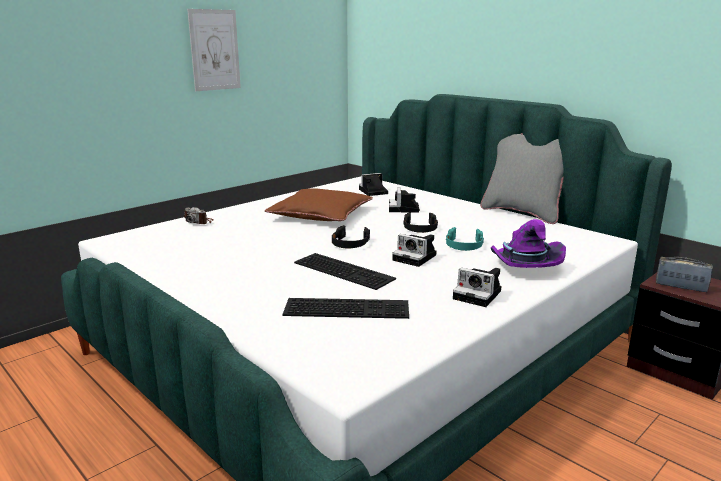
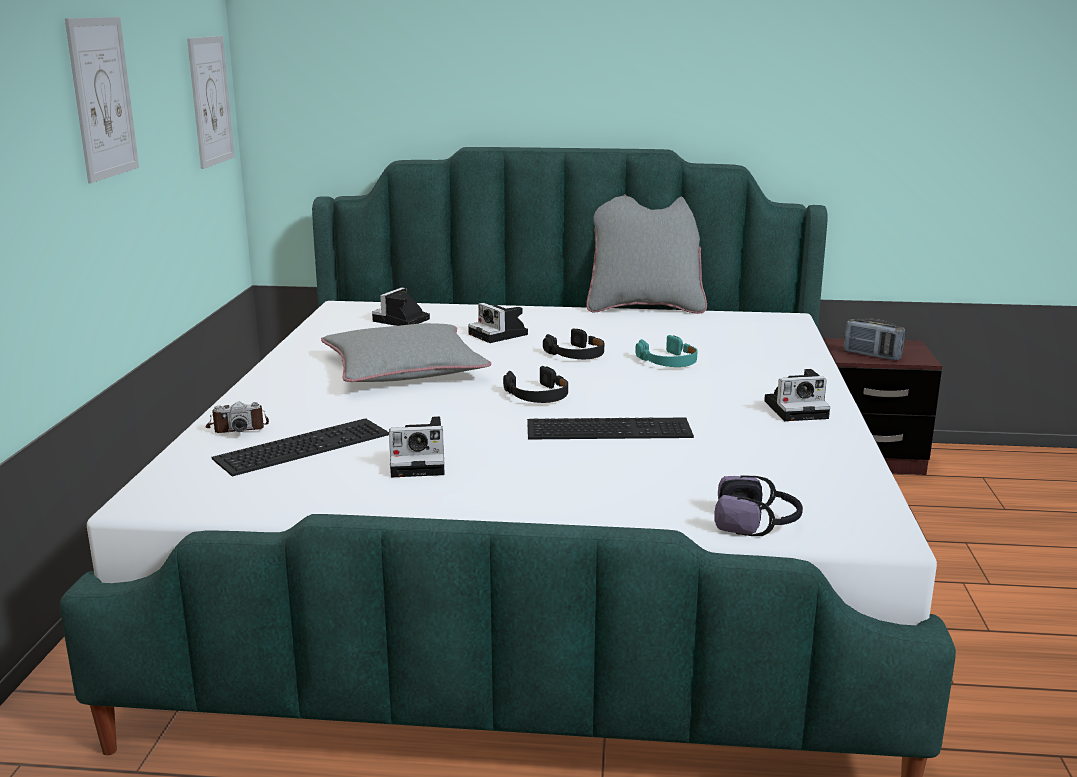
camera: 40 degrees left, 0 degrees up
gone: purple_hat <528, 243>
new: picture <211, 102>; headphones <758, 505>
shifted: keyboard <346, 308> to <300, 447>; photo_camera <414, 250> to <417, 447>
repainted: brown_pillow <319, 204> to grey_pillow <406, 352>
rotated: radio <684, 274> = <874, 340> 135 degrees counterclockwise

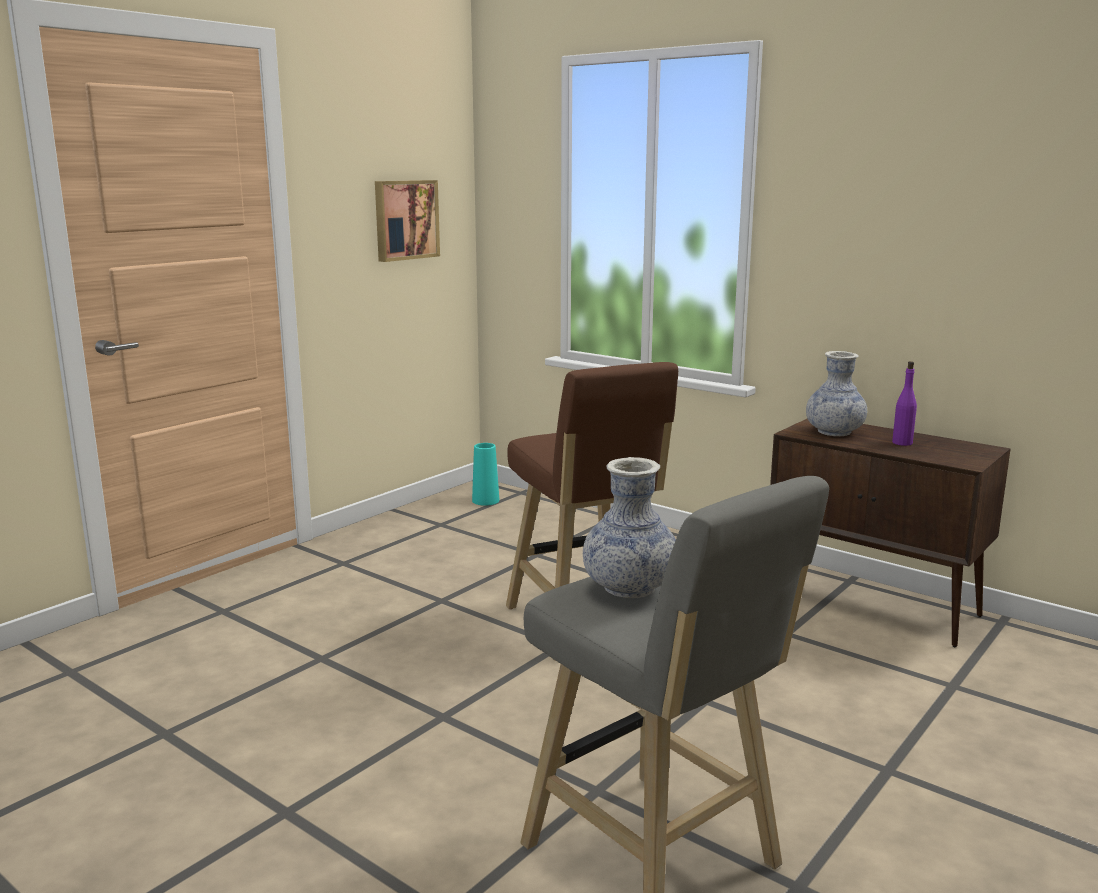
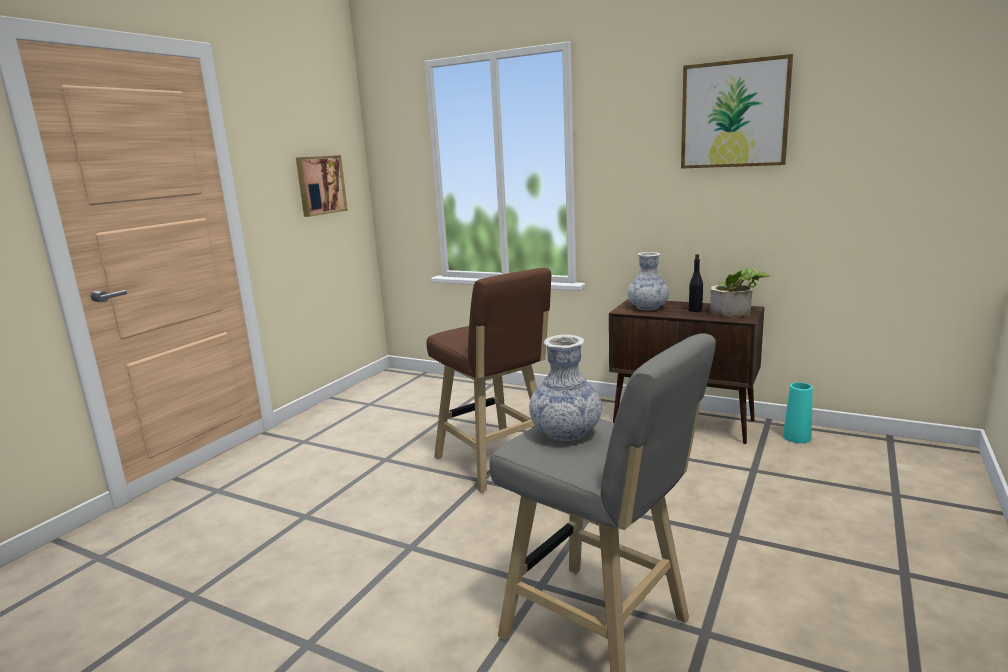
camera: 10 degrees left, 0 degrees up
new: picture <737, 111>; potted_plant <740, 292>
shifted: turquoise_vase <485, 474> to <798, 412>
repainted: purple_bottle <904, 403> to black_bottle <696, 283>

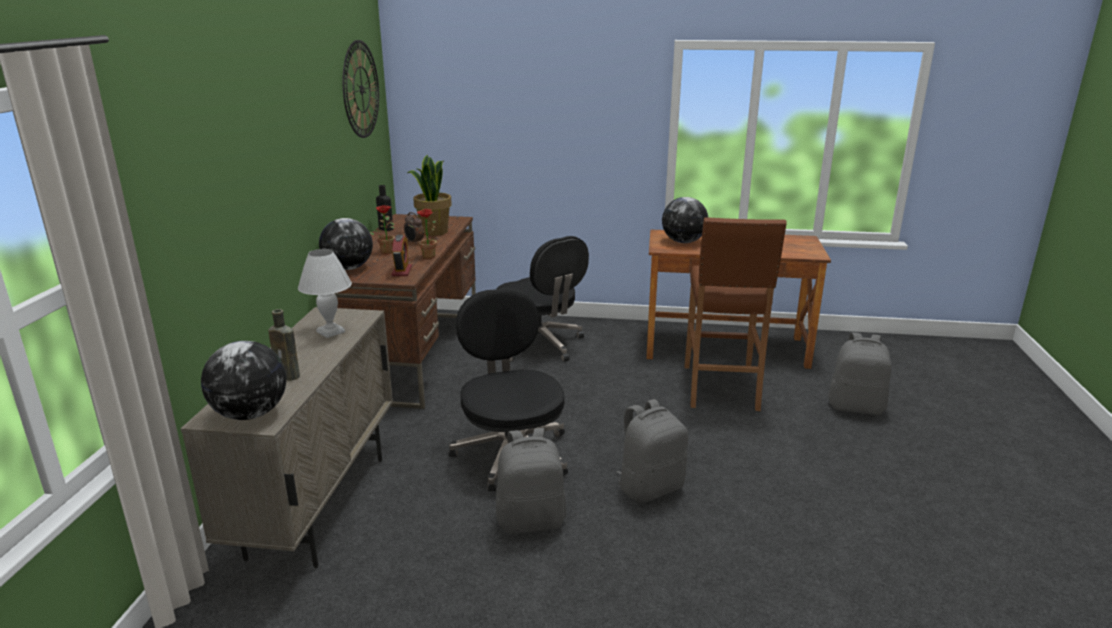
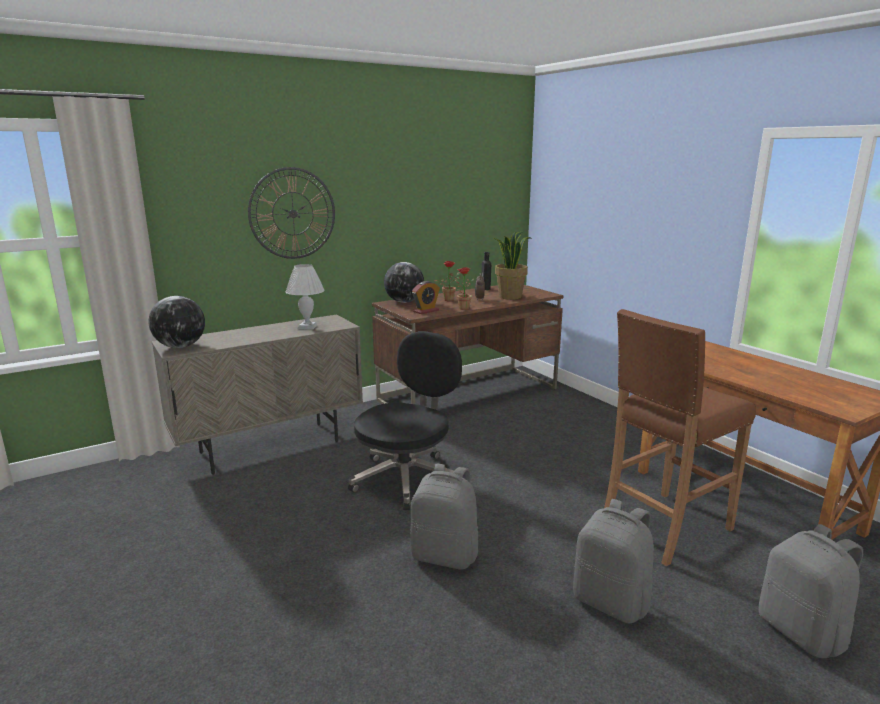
camera: 50 degrees right, 5 degrees down
gone: brown_bottle <284, 345>; black_office_chair <543, 299>; globe <685, 220>
shifted: wall_clock <361, 89> to <291, 213>; grey_backpack <531, 481> to <613, 561>

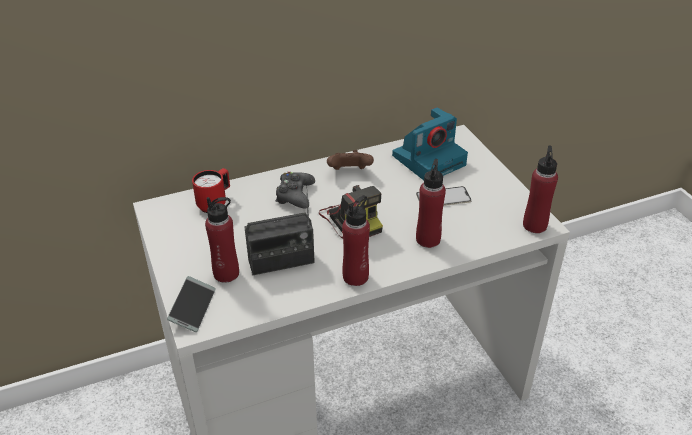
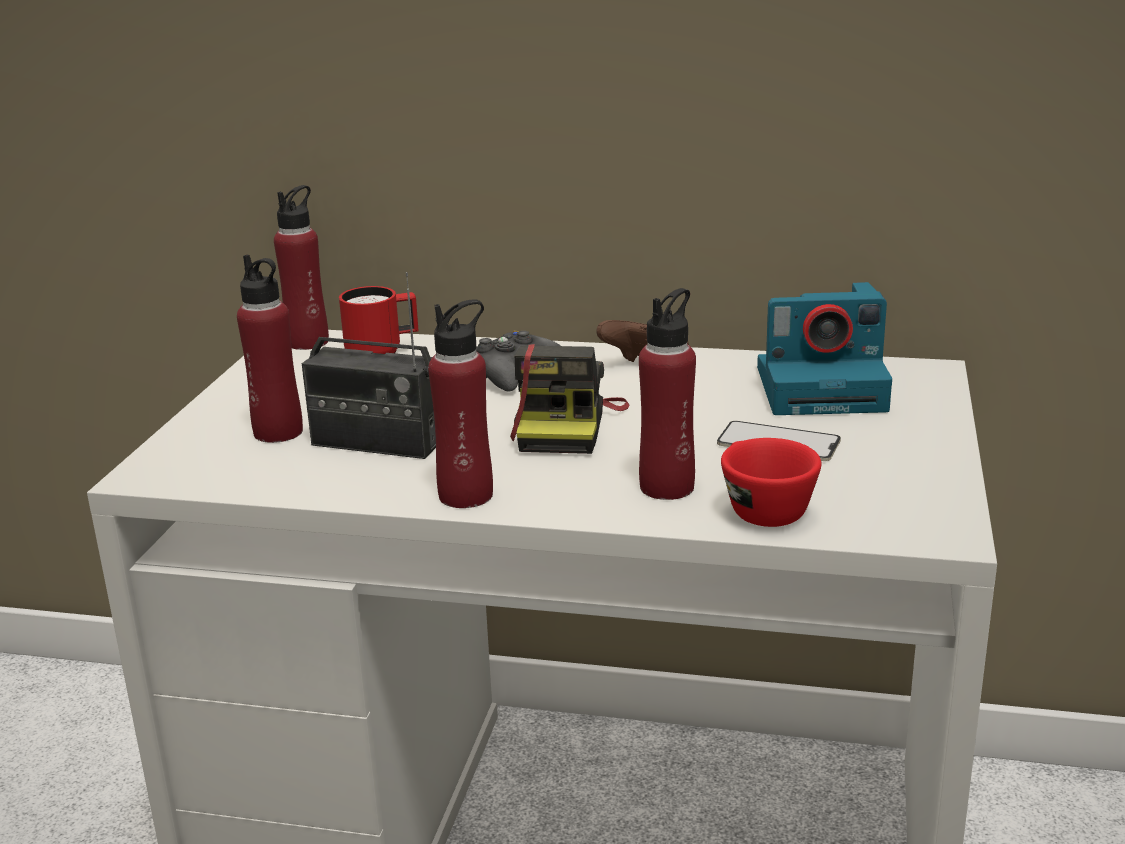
camera: 35 degrees right, 15 degrees down
gone: phone <191, 304>
new: red_cup <771, 482>
shifted: red_bottle <540, 189> to <301, 267>

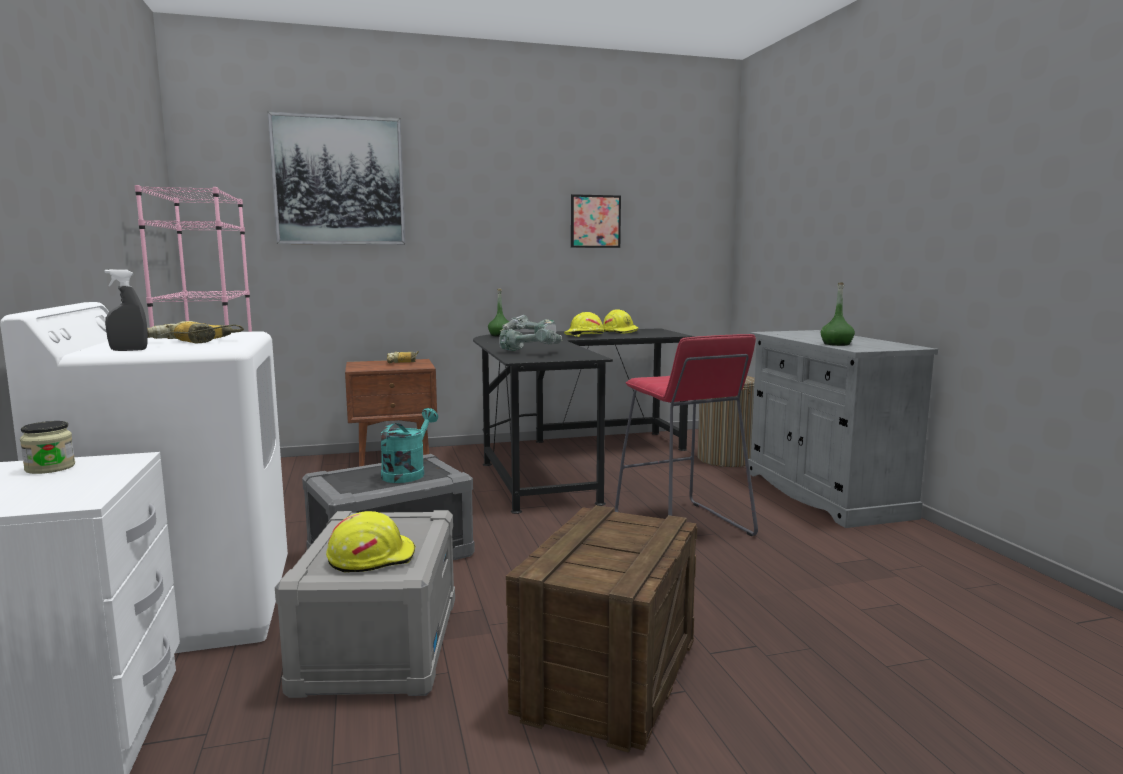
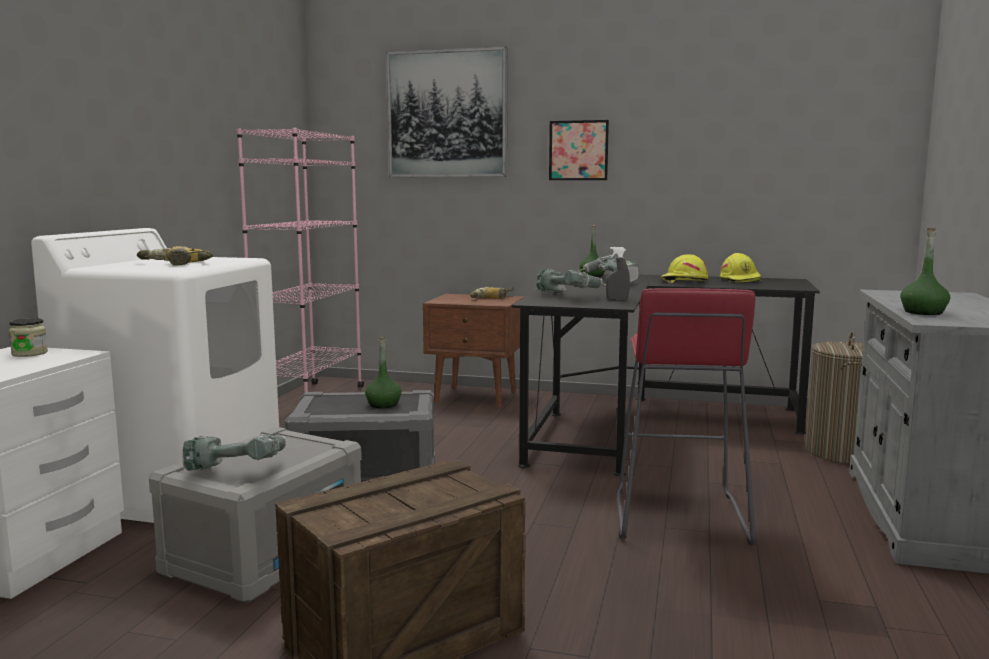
camera: 30 degrees right, 0 degrees up
shifted: grey_spray_bottle <126, 310> to <618, 273>; picture <596, 221> to <579, 150>
swapped: yellow_hard_hat <371, 541> to power_drill <234, 452>; turquoise_watering_can <409, 445> to green_bottle <383, 372>

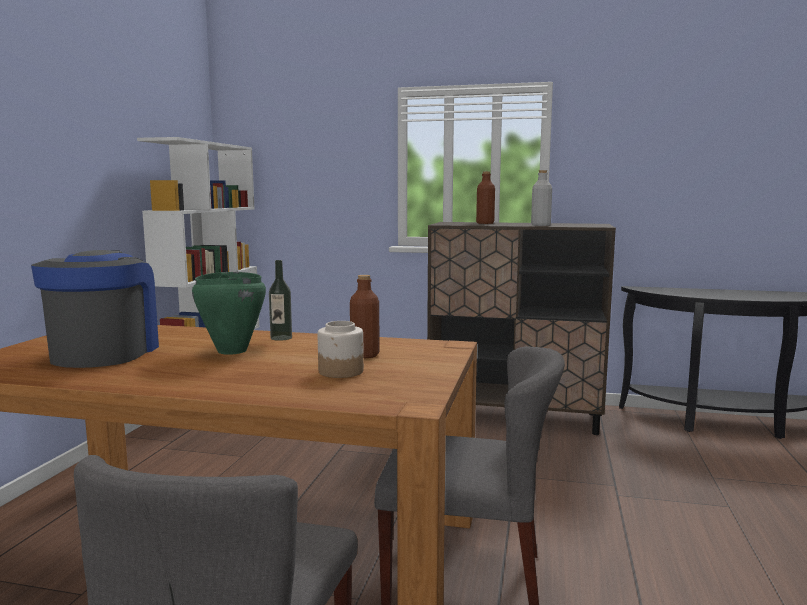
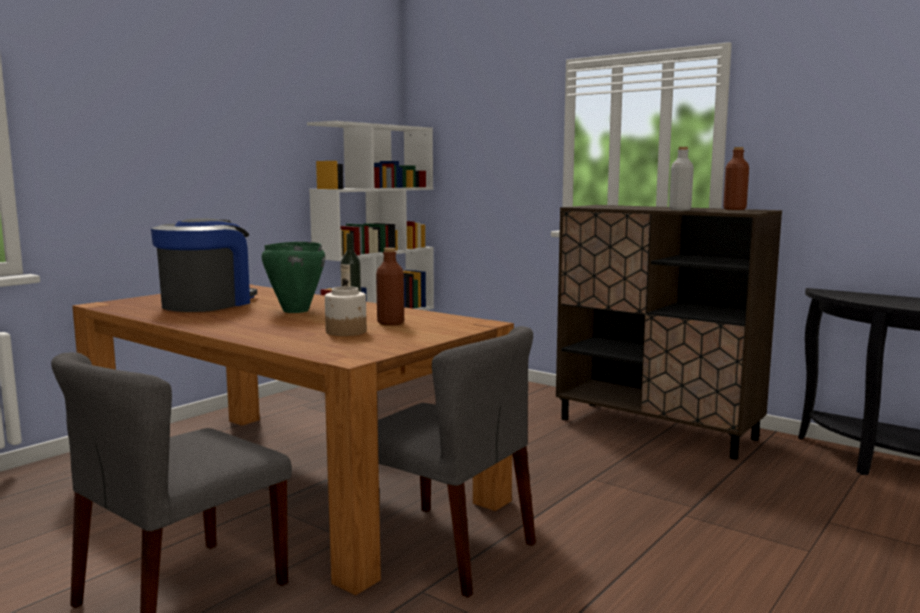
camera: 25 degrees right, 0 degrees up
shifted: brown_bottle <485, 197> to <736, 178>

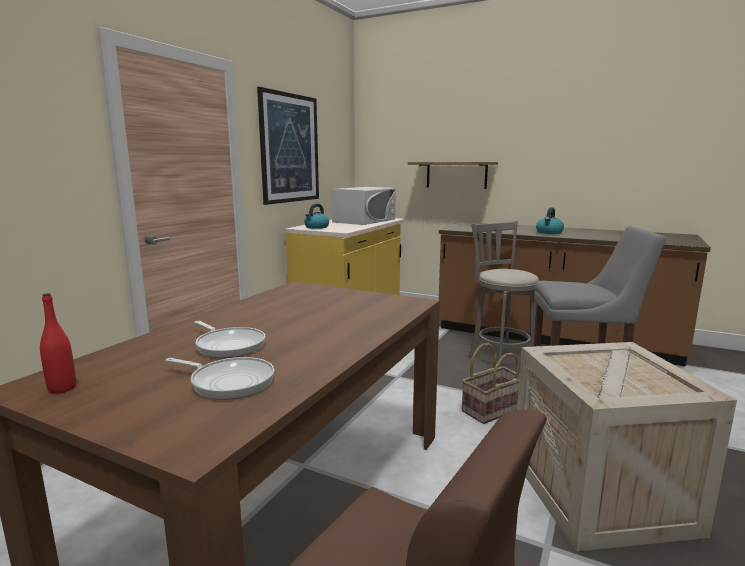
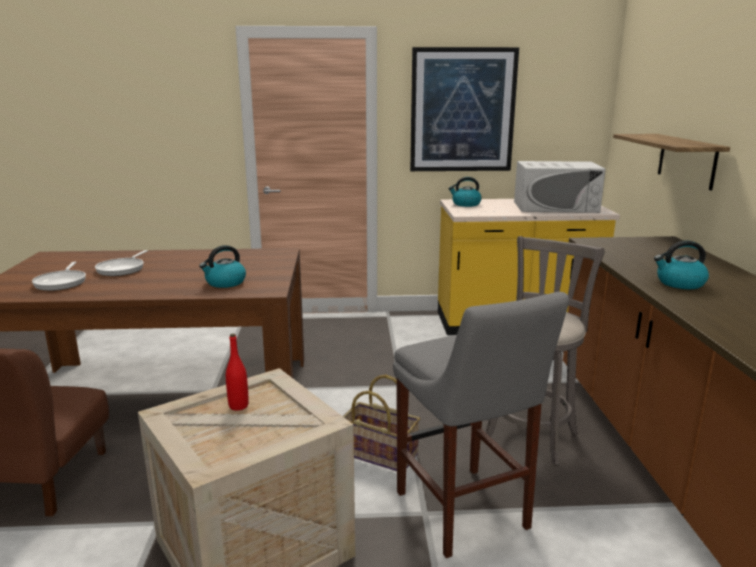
camera: 60 degrees right, 5 degrees up
new: kettle <222, 266>
shifted: red_bottle <58, 343> to <237, 372>

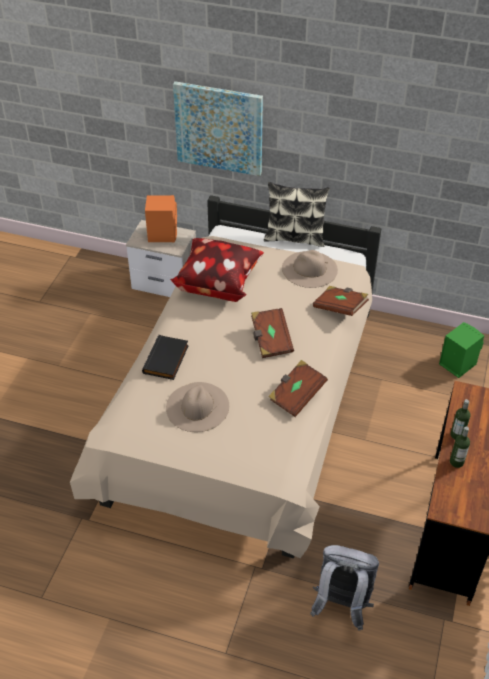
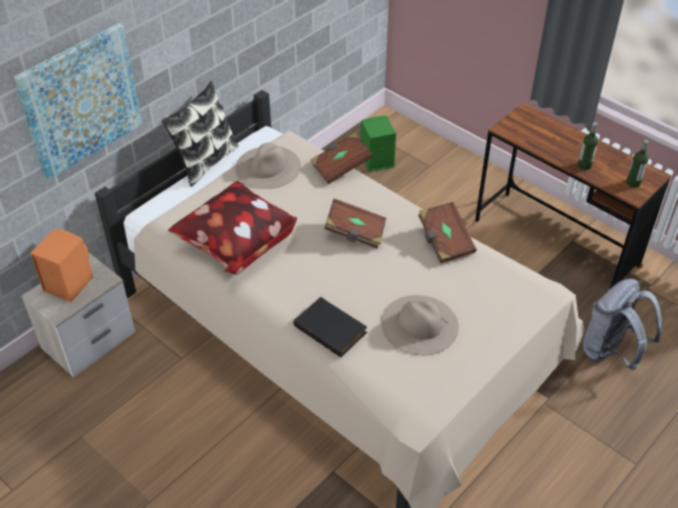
camera: 65 degrees left, 0 degrees up
shifted: bottle <460, 419> to <637, 164>

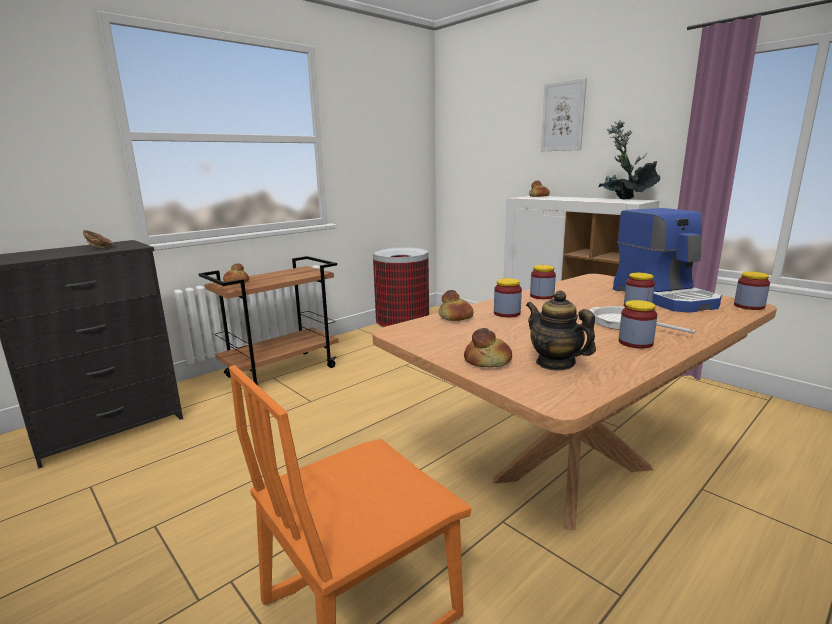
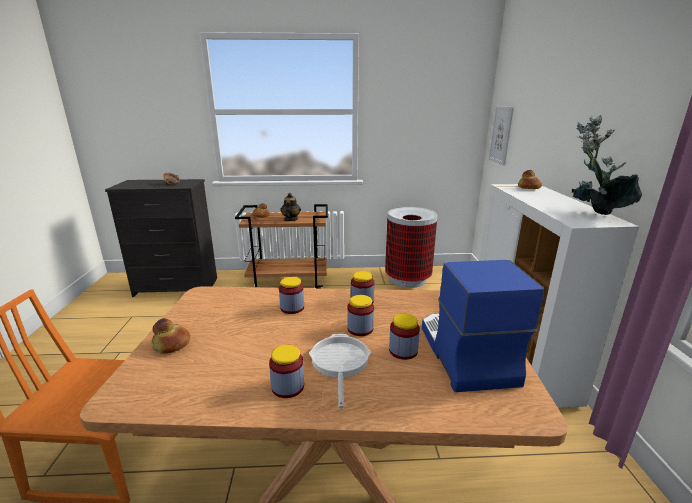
camera: 40 degrees right, 5 degrees up
gone: bread <456, 305>
shifted: teapot <561, 330> to <290, 207>; picture <564, 114> to <501, 135>; jar <752, 291> to <360, 315>
rotated: coffee_machine <667, 260> = <483, 326> 150 degrees clockwise

